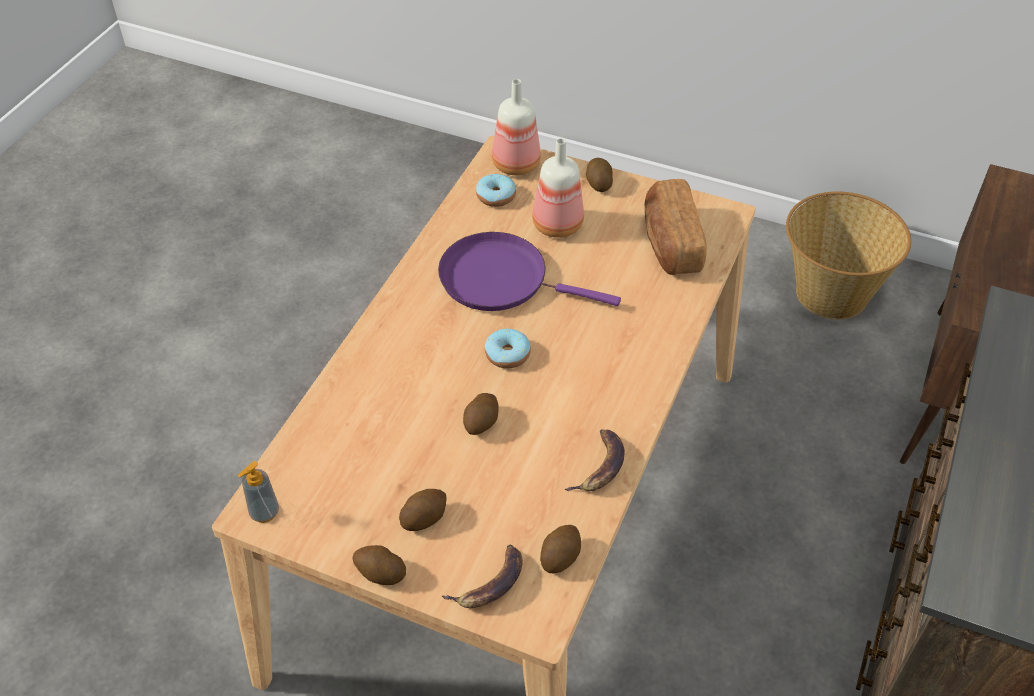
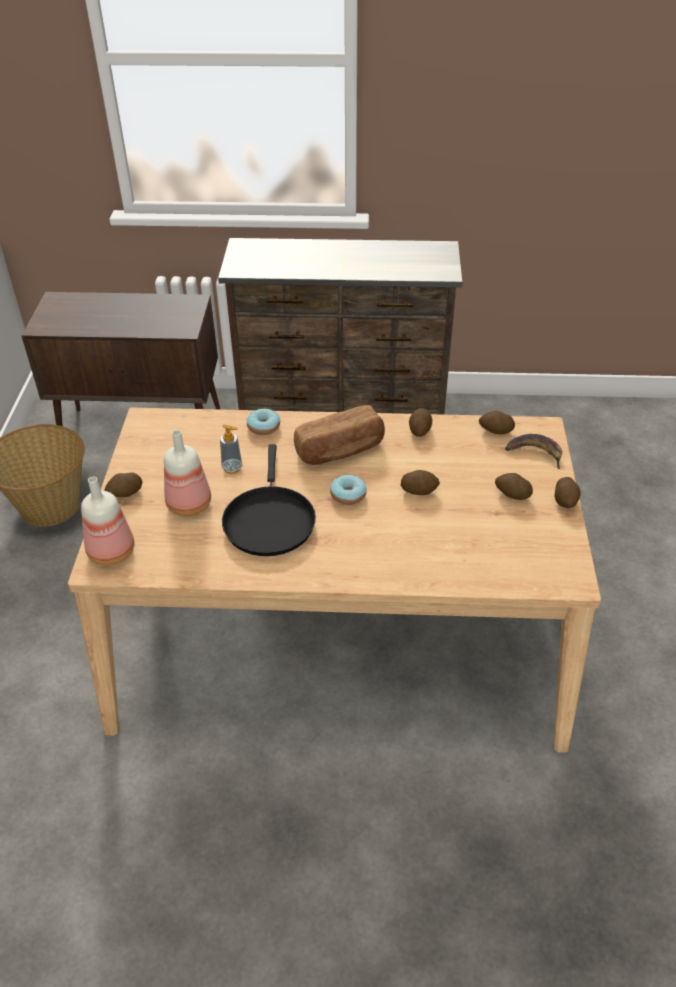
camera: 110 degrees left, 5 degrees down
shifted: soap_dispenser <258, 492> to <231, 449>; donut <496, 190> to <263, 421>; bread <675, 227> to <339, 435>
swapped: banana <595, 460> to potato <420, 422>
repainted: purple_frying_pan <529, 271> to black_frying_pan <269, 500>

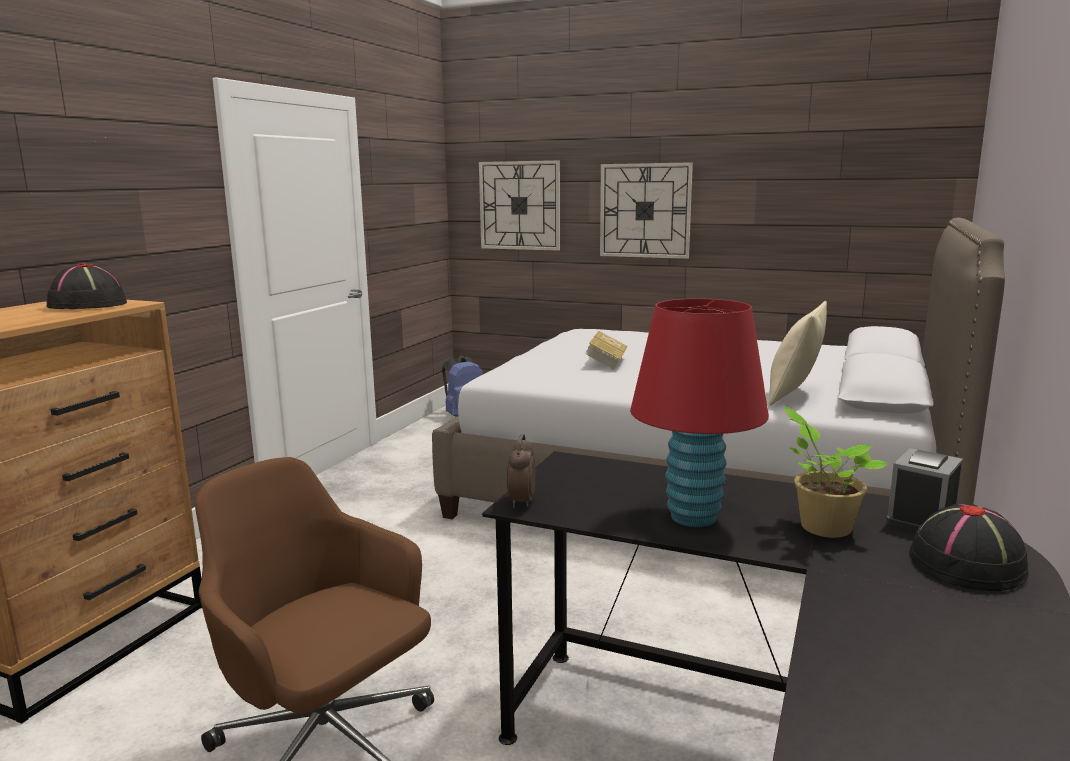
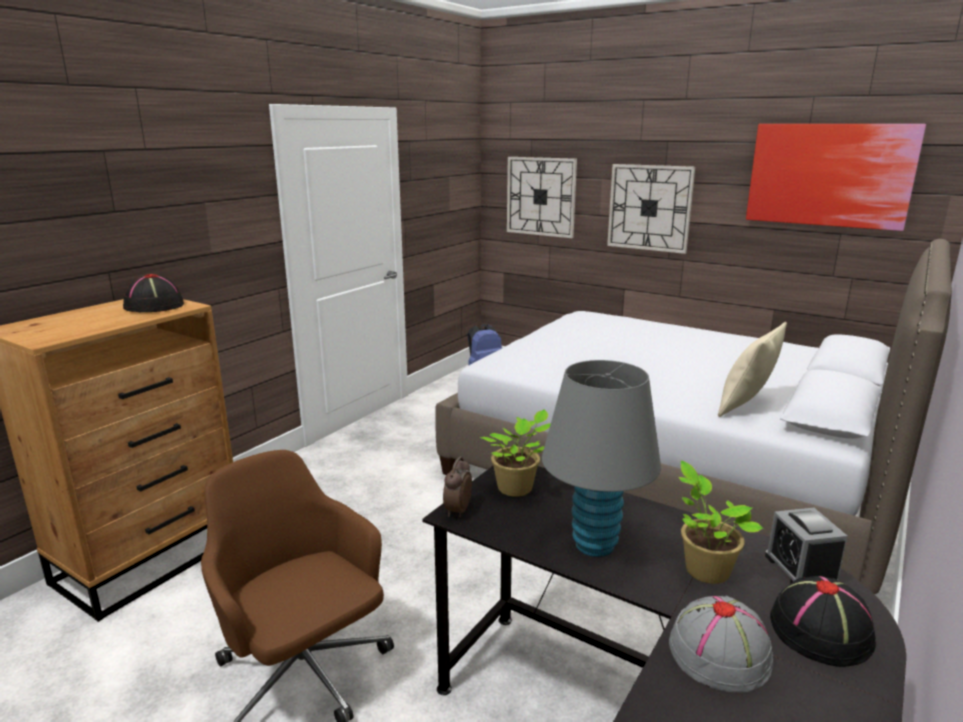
camera: 10 degrees right, 5 degrees up
gone: book <606, 350>
new: potted_plant <515, 453>; grey_hat <721, 644>; picture <836, 177>
repainted: red_table_lamp <699, 412> to grey_table_lamp <601, 458>
rotated: alarm_clock <924, 490> = <806, 546> 60 degrees counterclockwise

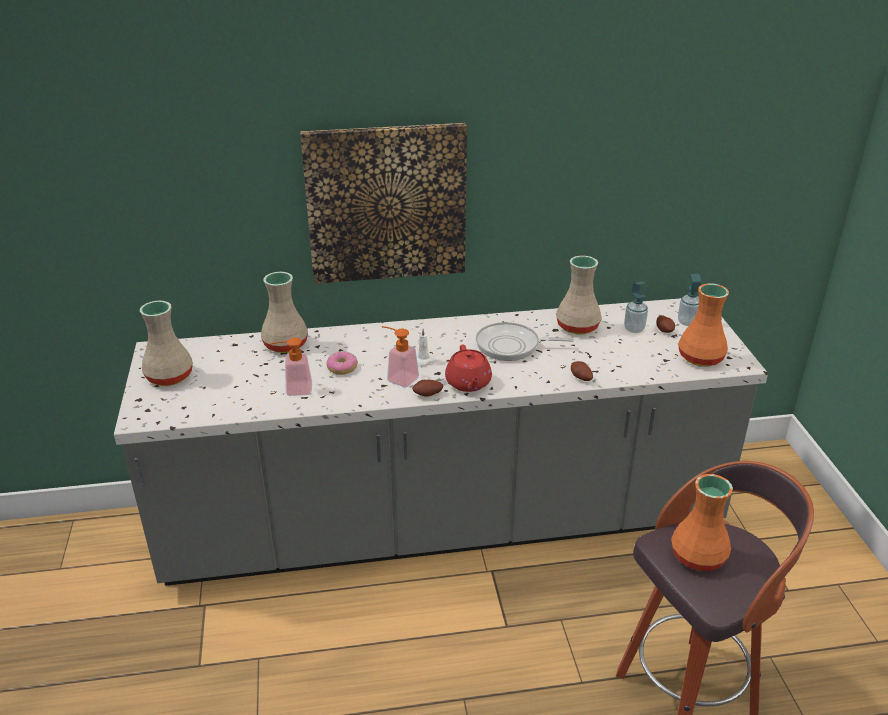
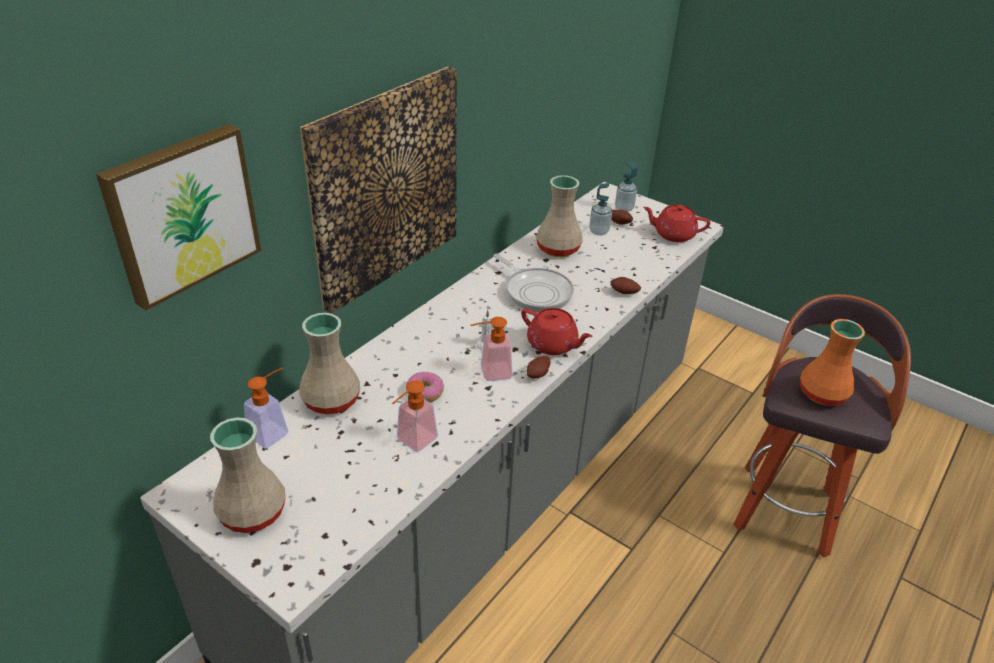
camera: 45 degrees left, 5 degrees up
new: picture <178, 217>; soap_dispenser <266, 408>
swapped: orange_vase <703, 325> to red_teapot <676, 223>
rotated: frying_pan <525, 341> = <534, 282> 90 degrees counterclockwise

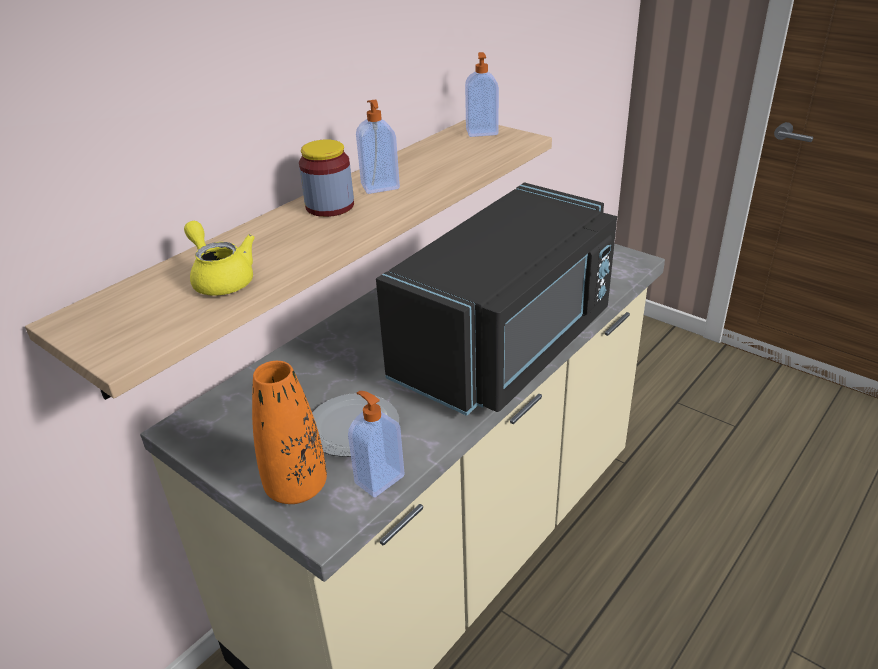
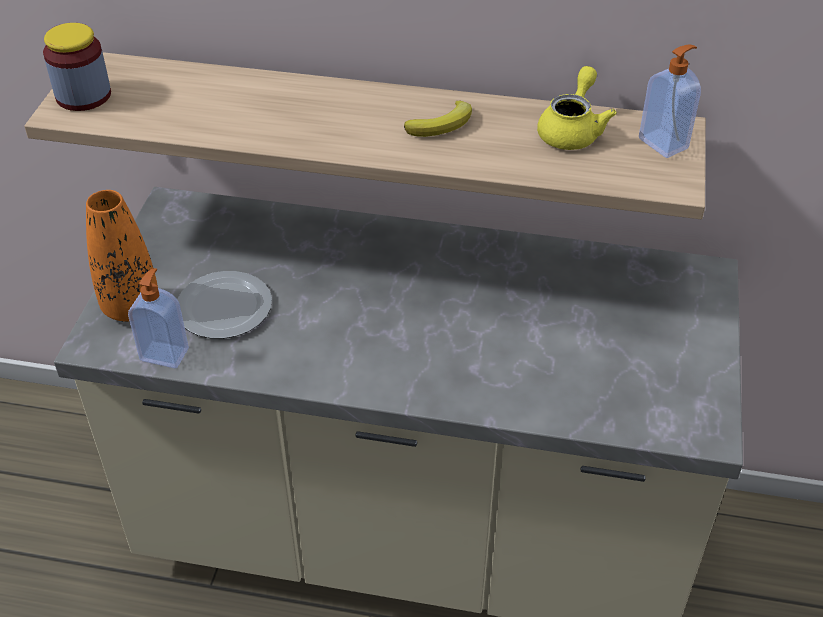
camera: 60 degrees right, 10 degrees up
gone: black_microwave <496, 299>
shifted: yellow_teapot <219, 258> to <577, 108>; jar <326, 178> to <77, 67>
swapped: soap_dispenser <378, 146> to banana <438, 119>

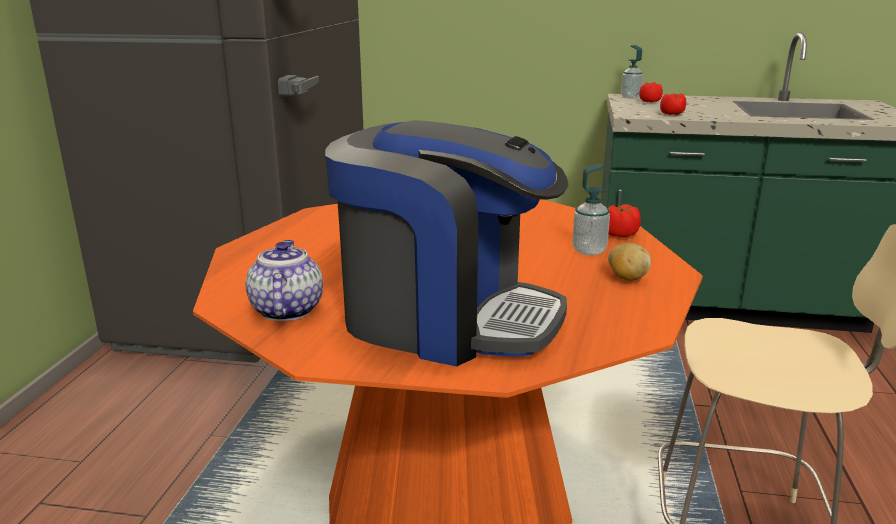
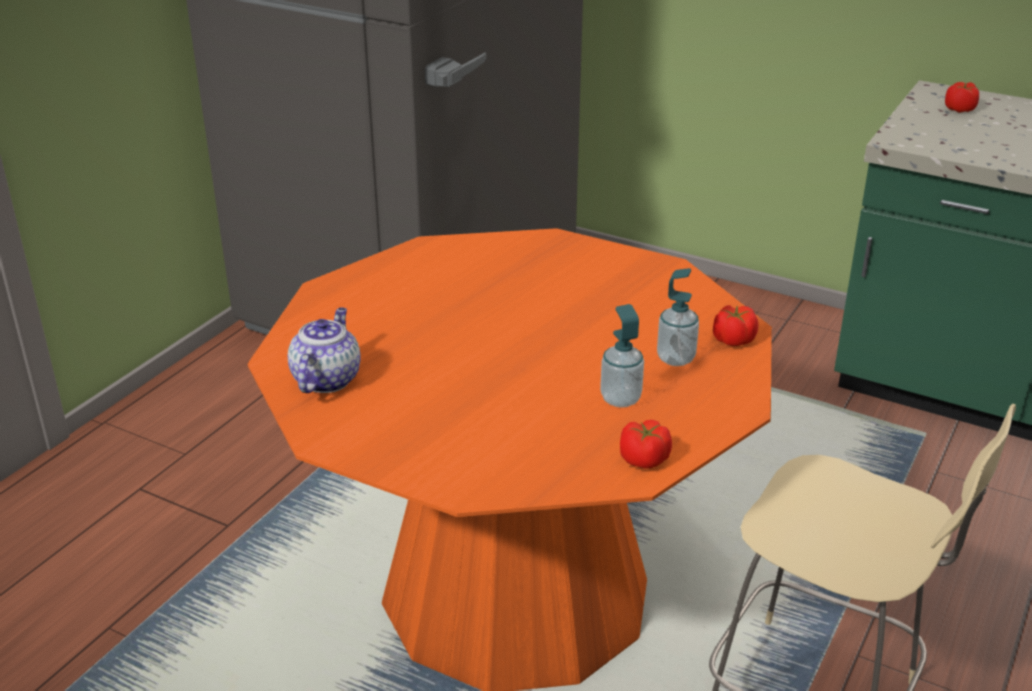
camera: 20 degrees right, 10 degrees up
gone: coffee_machine <446, 243>; potato <629, 261>
shifted: soap_dispenser <632, 71> to <622, 356>; tomato <673, 104> to <646, 444>

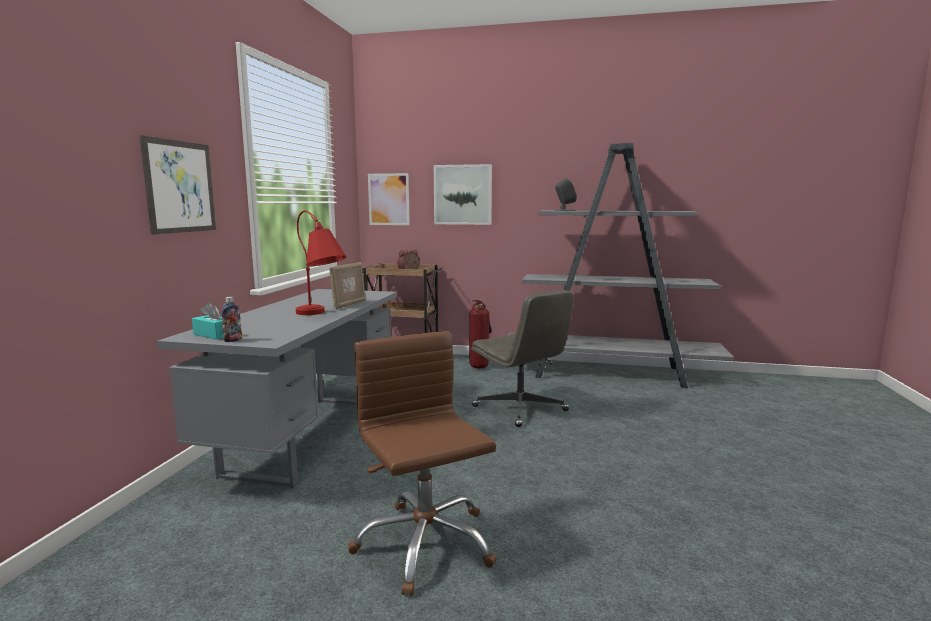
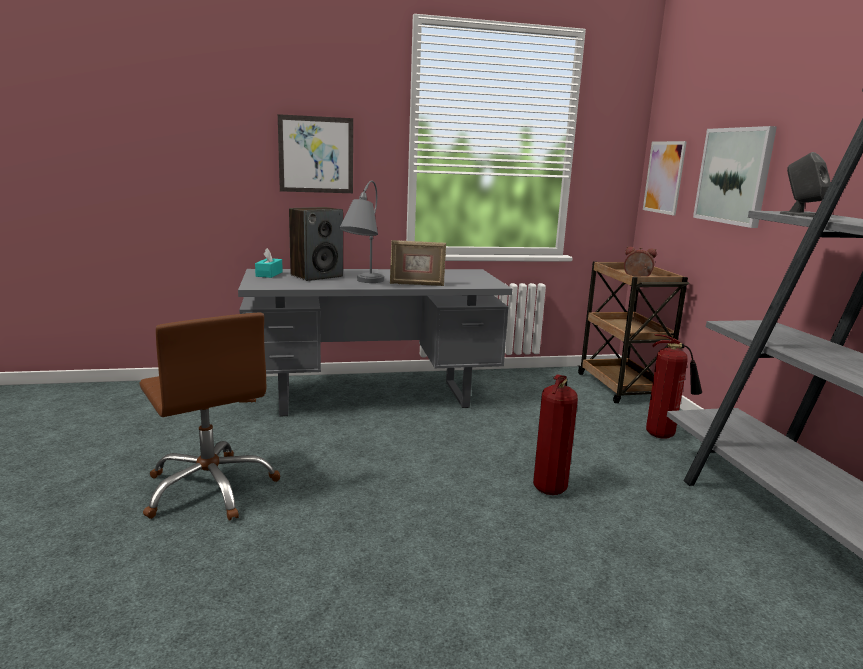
camera: 65 degrees right, 5 degrees up
gone: bottle <231, 319>
new: speaker <316, 244>
swapped: grey_office_chair <522, 358> to fire_extinguisher <555, 435>
repainted: red_table_lamp <321, 262> to grey_table_lamp <361, 231>
rotated: brown_office_chair <422, 463> = <209, 417> 105 degrees clockwise

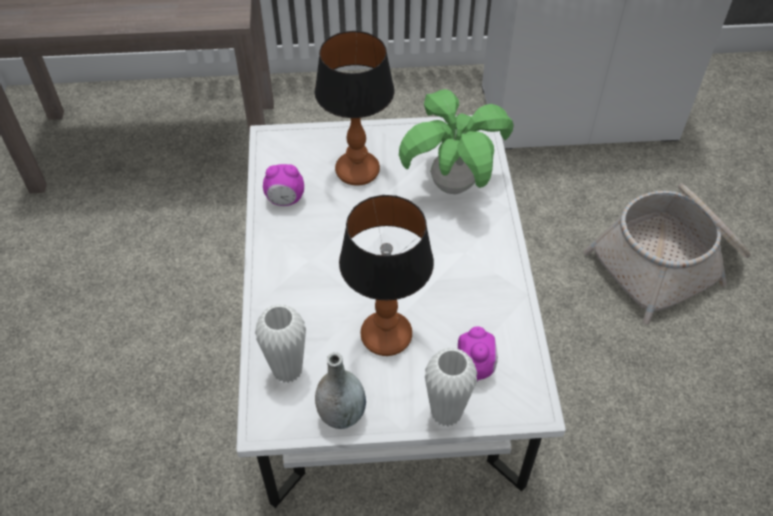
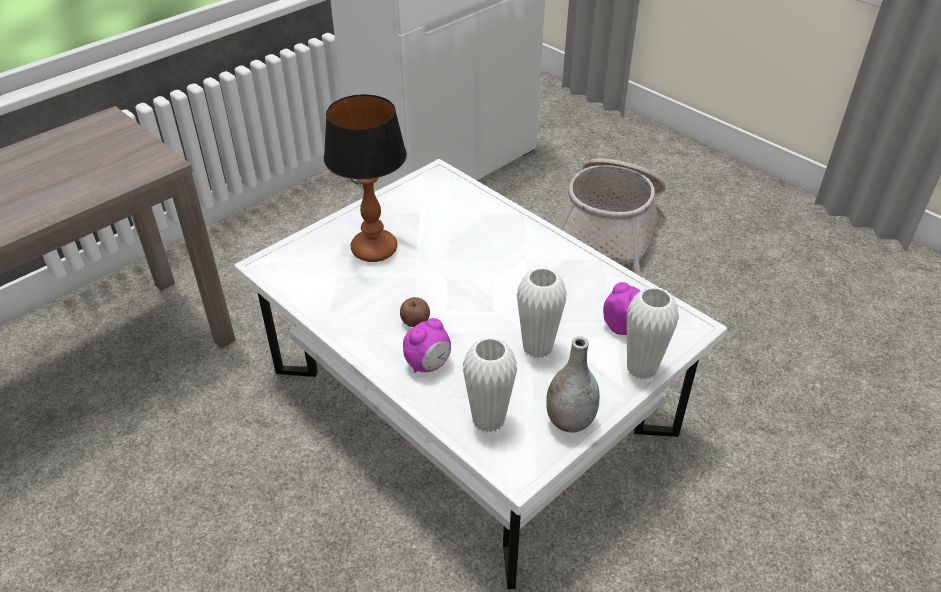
camera: 40 degrees left, 10 degrees down
gone: potted_plant <456, 141>
new: apple <415, 312>
shifted: alarm_clock <283, 185> to <427, 345>
swapped: table_lamp <386, 275> to white_vase <542, 312>

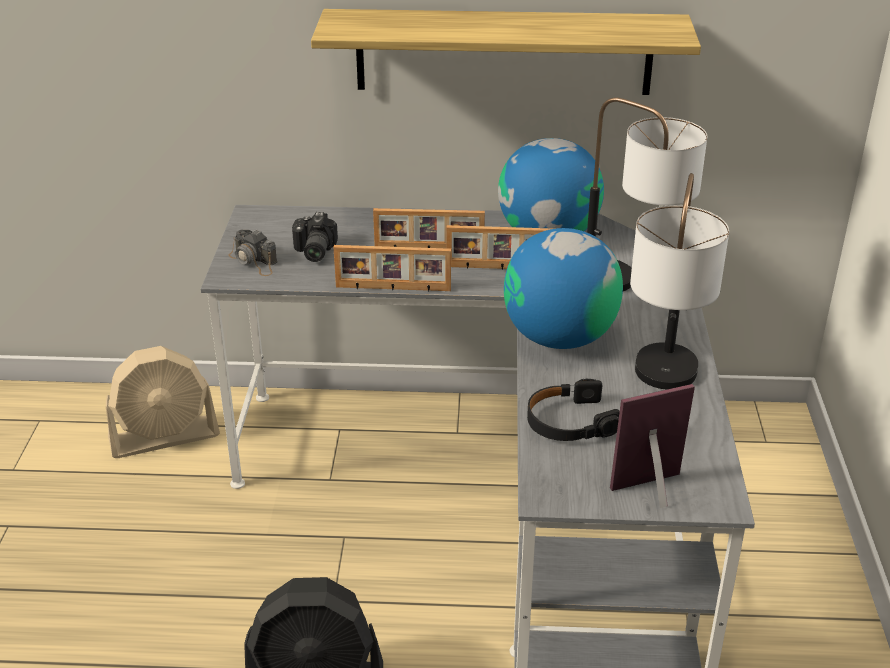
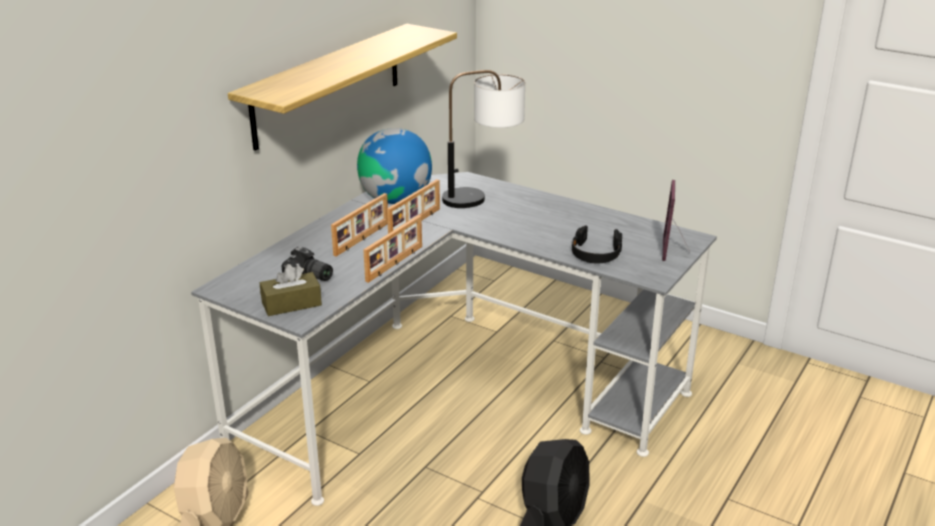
camera: 60 degrees left, 5 degrees down
gone: globe <563, 288>; table_lamp <679, 281>
swapped: photo_camera <252, 252> to brown_tissue_box <291, 290>

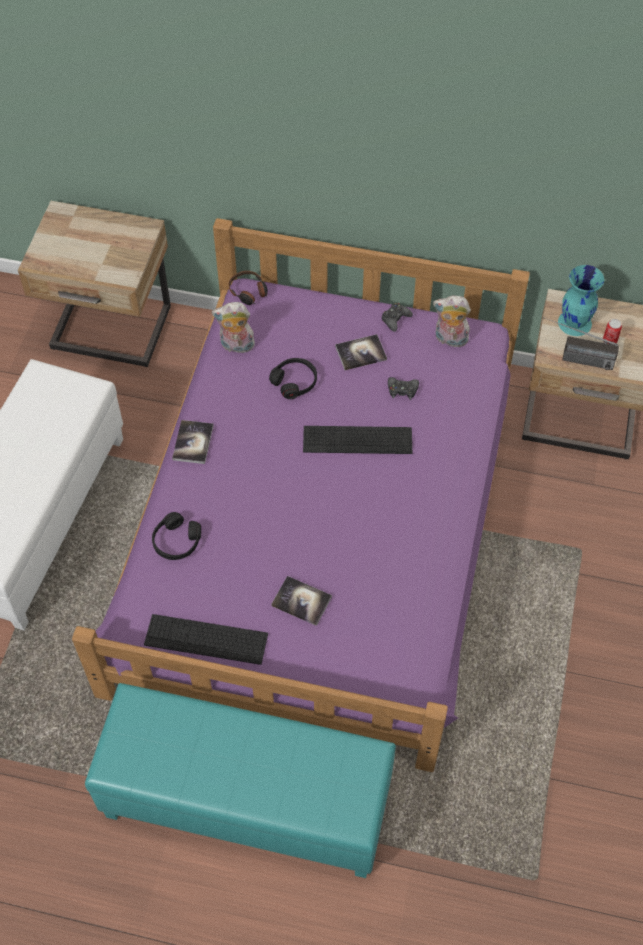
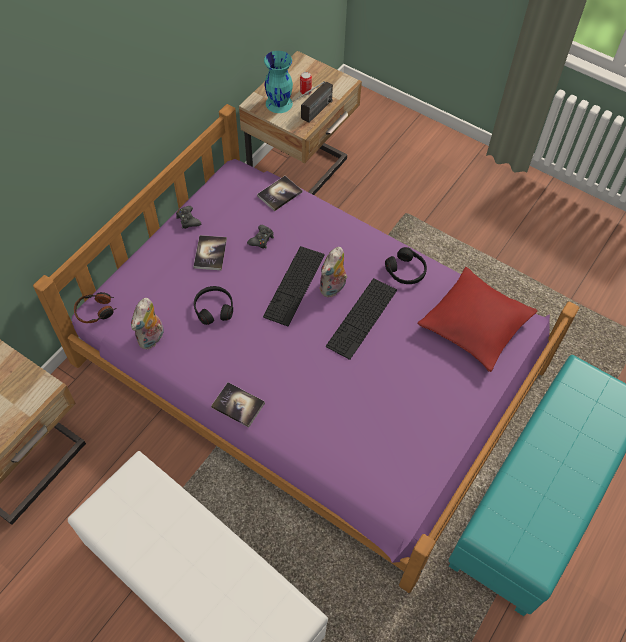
camera: 70 degrees left, 0 degrees up
new: red_pillow <477, 319>
shifted: keyboard <206, 639> to <361, 319>; black_headphones <176, 536> to <406, 265>; book <301, 601> to <279, 193>; plush_toy <452, 321> to <333, 272>

